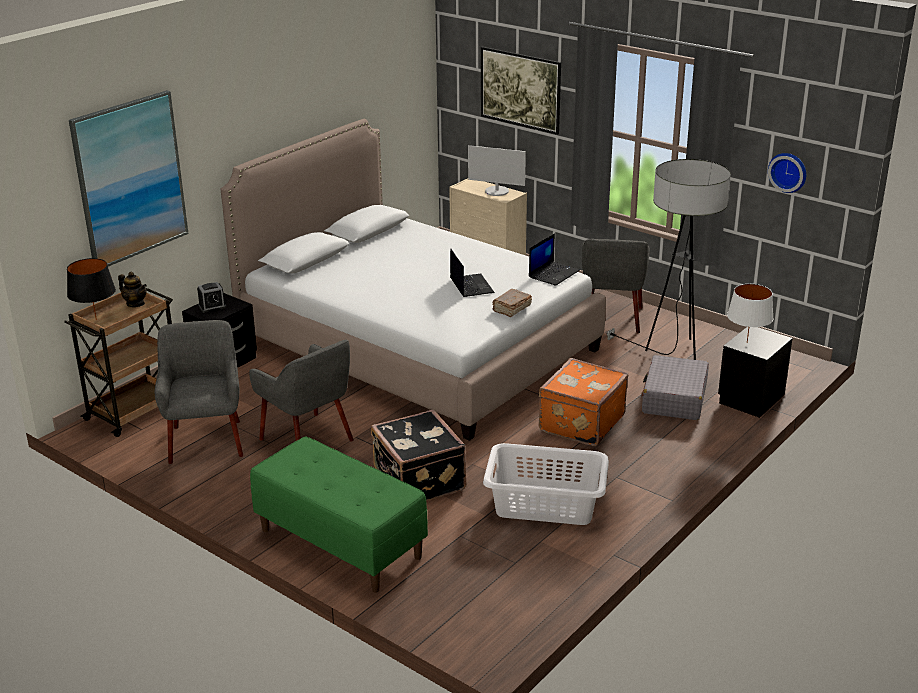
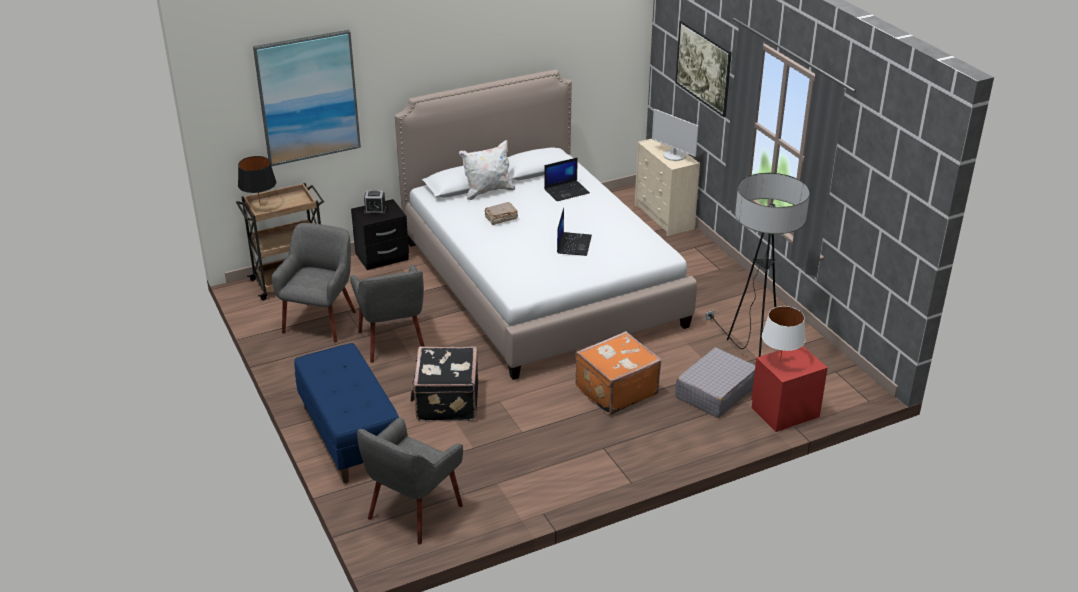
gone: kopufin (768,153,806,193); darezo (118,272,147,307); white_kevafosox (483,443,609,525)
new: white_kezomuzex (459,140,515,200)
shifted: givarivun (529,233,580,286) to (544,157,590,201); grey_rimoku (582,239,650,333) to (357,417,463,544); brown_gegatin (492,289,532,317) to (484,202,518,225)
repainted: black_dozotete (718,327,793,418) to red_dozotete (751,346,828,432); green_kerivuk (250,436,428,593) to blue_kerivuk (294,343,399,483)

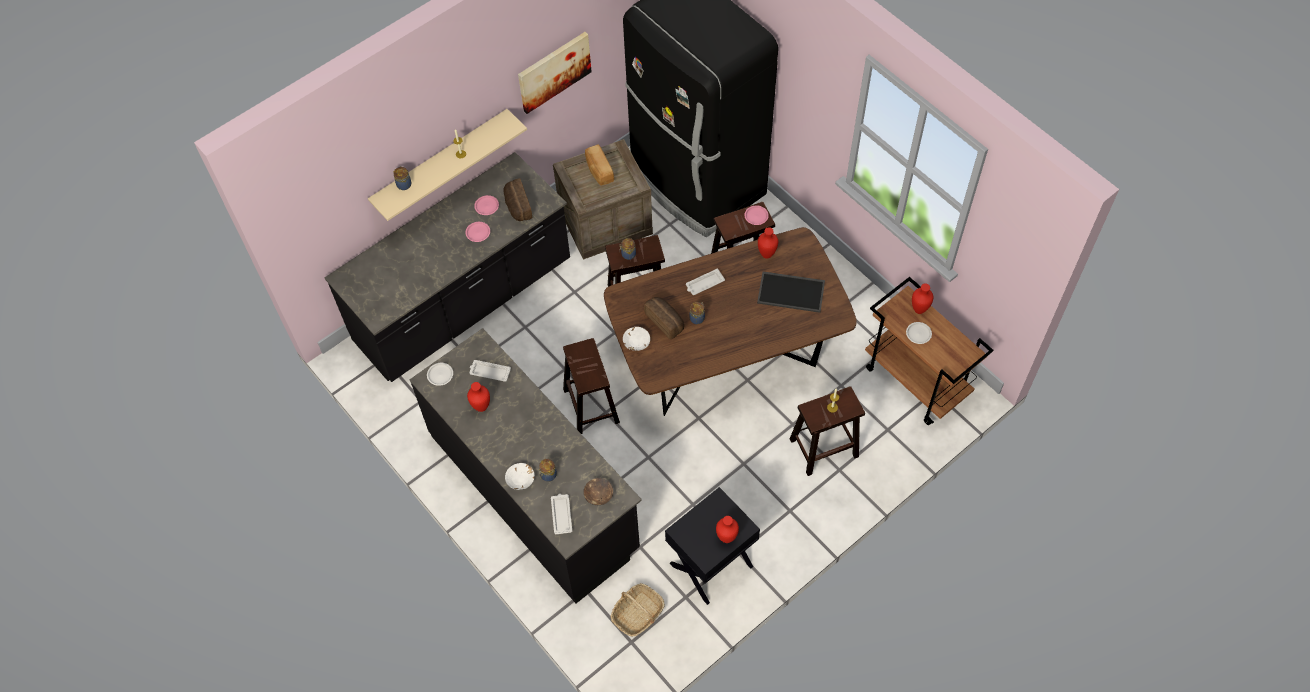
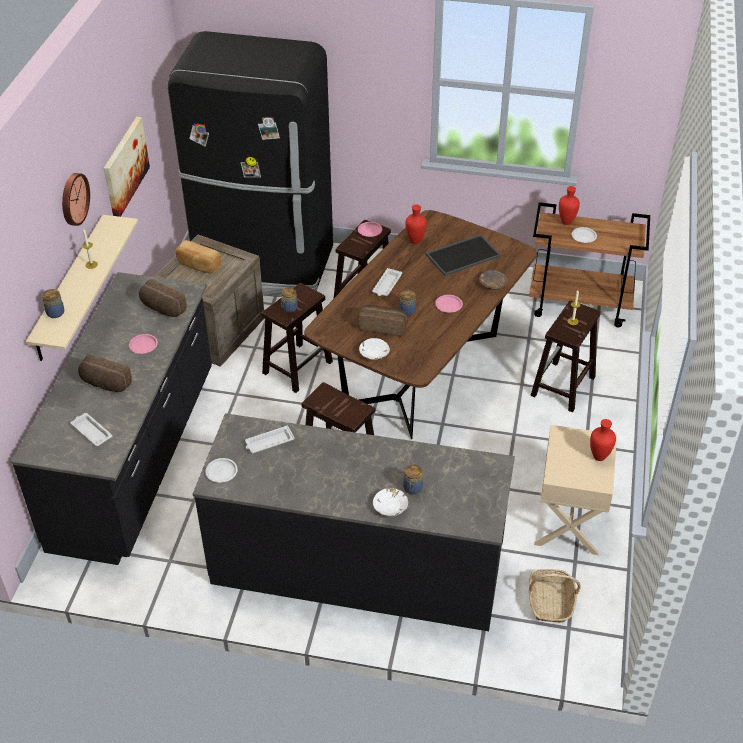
gone: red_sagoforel (467,382,490,412)
new: kopufin (62,173,90,226); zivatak (78,354,132,392)
shifted: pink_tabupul (474,195,499,215) to (435,295,463,313); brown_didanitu (583,478,613,505) to (479,270,508,290); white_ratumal (551,494,572,534) to (71,413,112,446)
repainted: black_dozotete (665,487,760,605) to beige_dozotete (534,425,617,555)

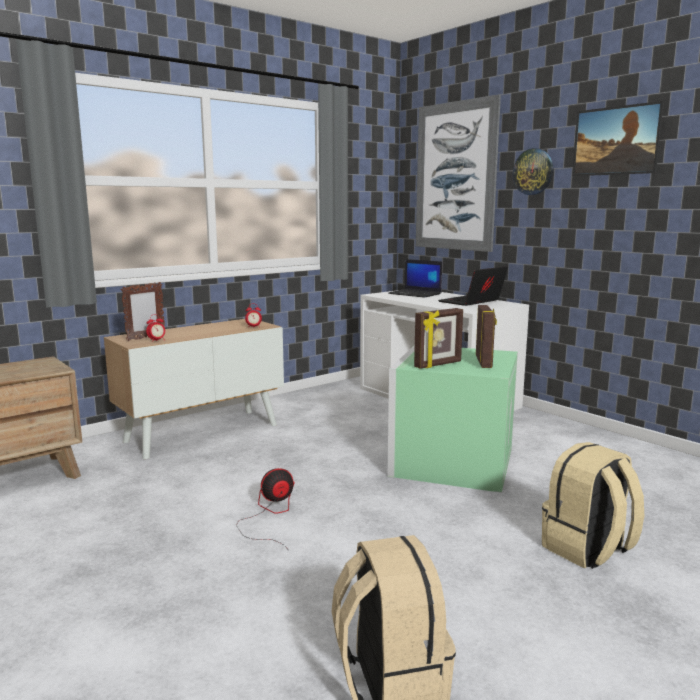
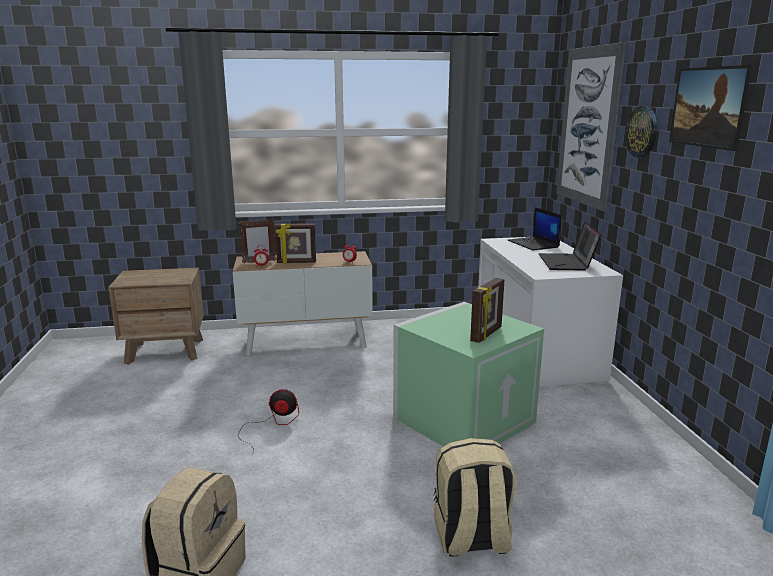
shifted: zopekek (414,308,463,369) to (275,223,316,264)
rotated: givarivun (438,266,508,306) = (539,222,601,270) 75 degrees counterclockwise

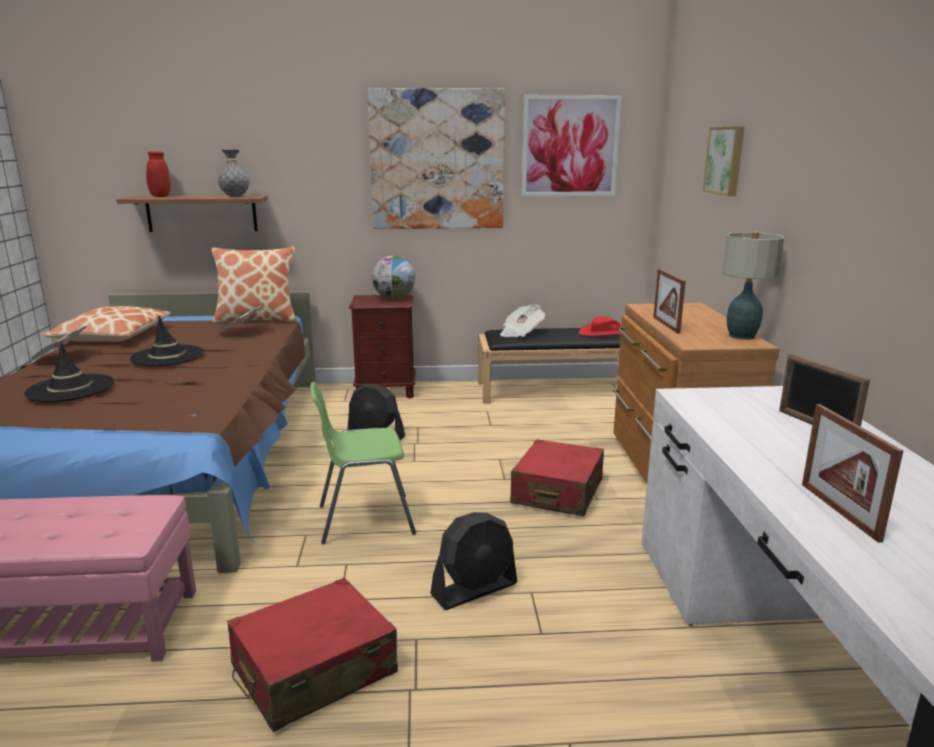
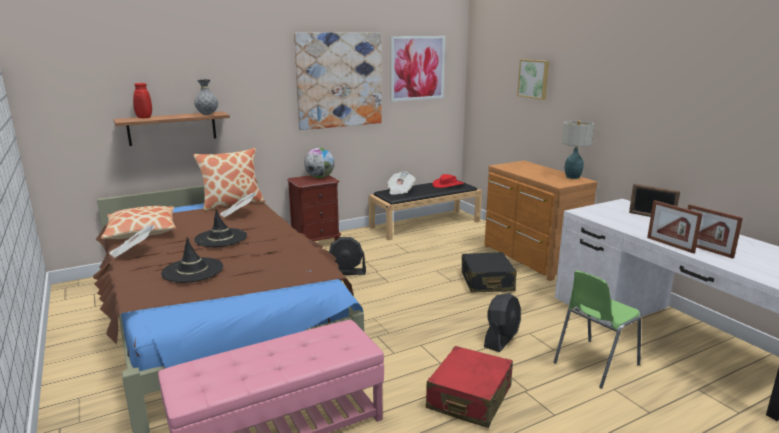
shifted: zopekek (653,269,686,334) to (647,200,703,254); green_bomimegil (311,382,416,544) to (554,271,641,389)
repainted: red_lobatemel (510,439,604,516) to black_lobatemel (461,252,517,293)

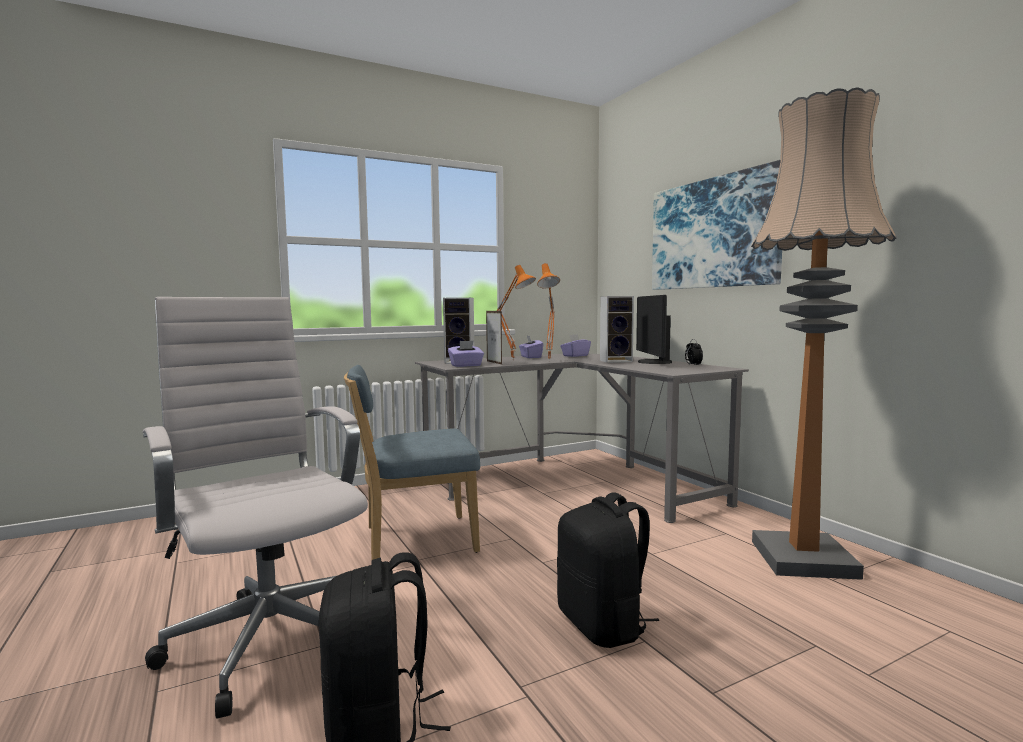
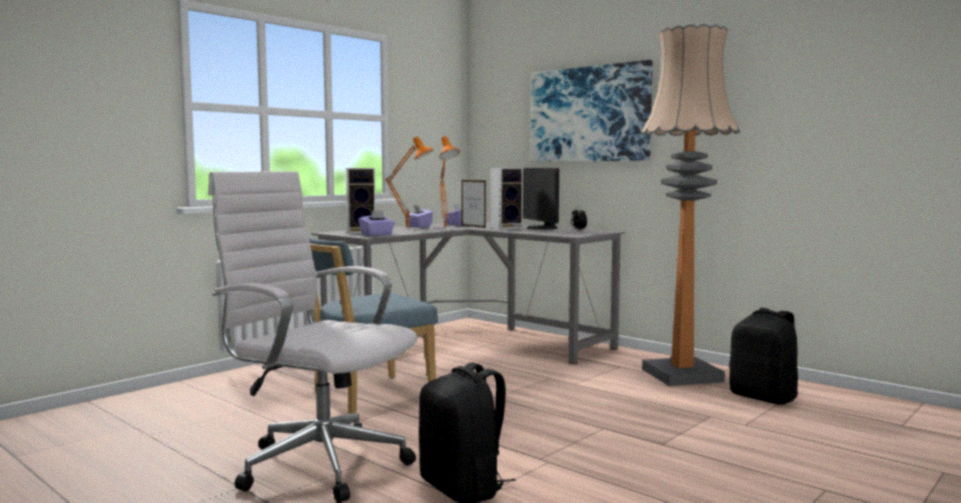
shifted: zopekek (486,311,502,365) to (461,180,486,228); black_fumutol (557,492,659,648) to (729,308,798,405)

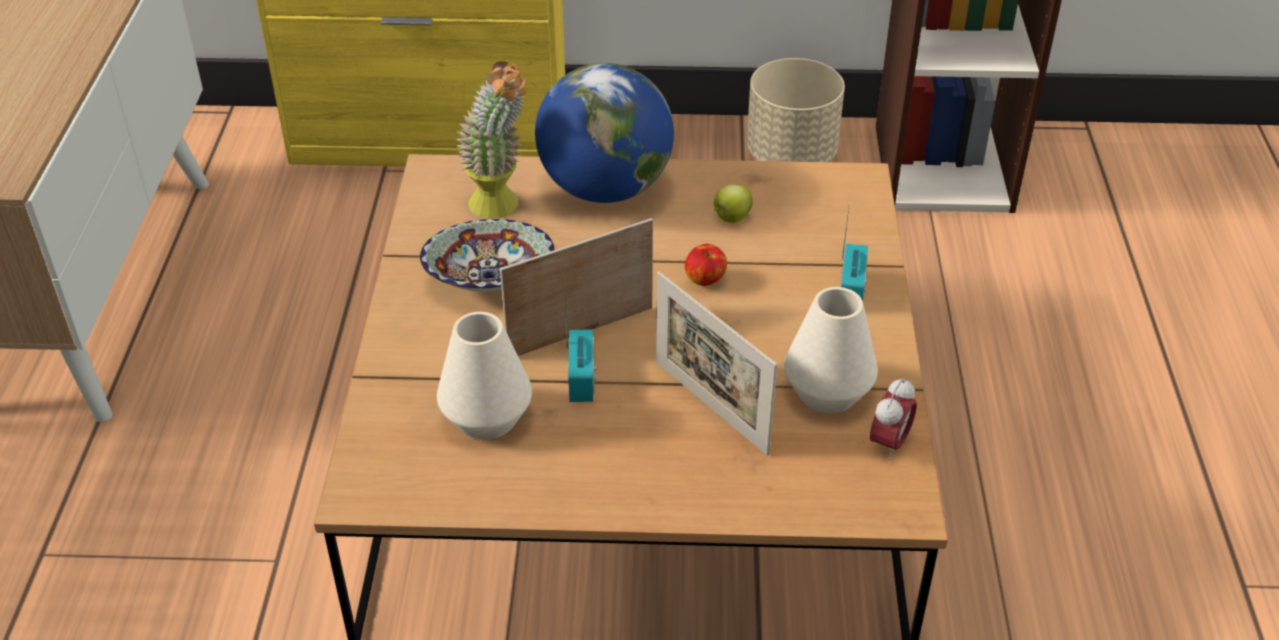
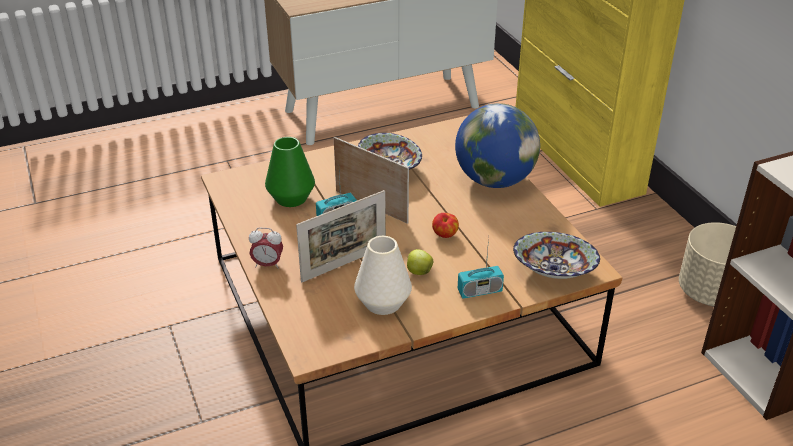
gone: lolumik (456,61,526,219)
new: didanitu (513,232,600,279)
shifted: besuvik (714,185,753,223) to (407,249,434,275); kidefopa (870,377,917,460) to (249,227,283,269)
repainted: white_sagoforel (437,312,532,440) to green_sagoforel (265,137,315,207)
rotated: zopekek (656,271,778,456) = (296,190,386,282) 150 degrees counterclockwise

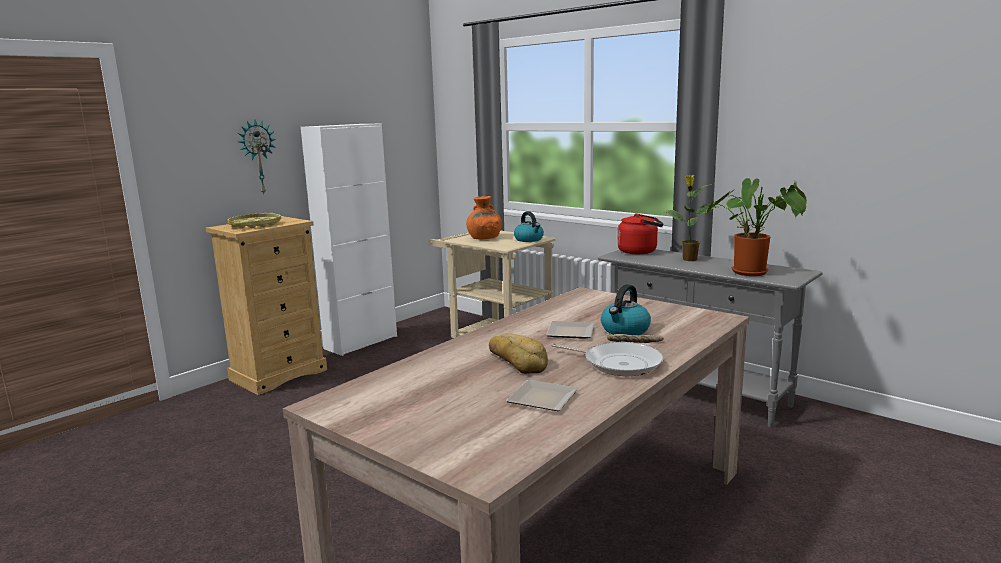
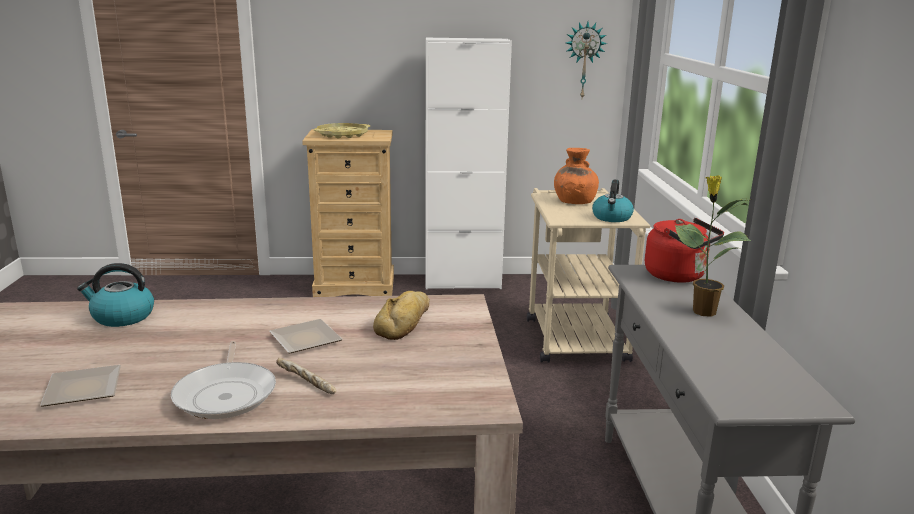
gone: lolumik (707,178,807,276)
shifted: kopufin (238,120,276,194) to (566,22,607,98); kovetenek (601,284,651,335) to (77,263,154,327); zivatak (489,333,548,374) to (373,291,430,340)

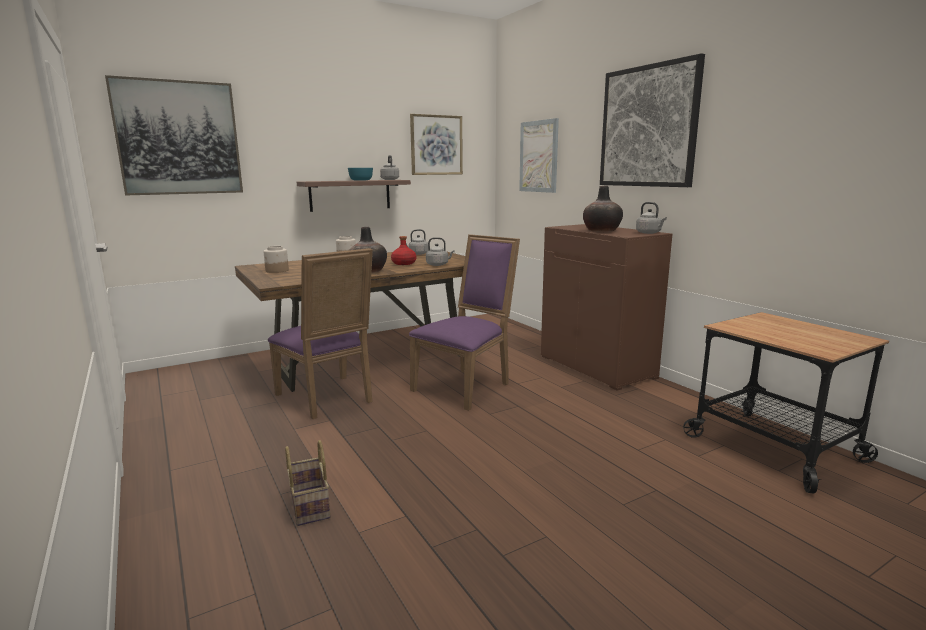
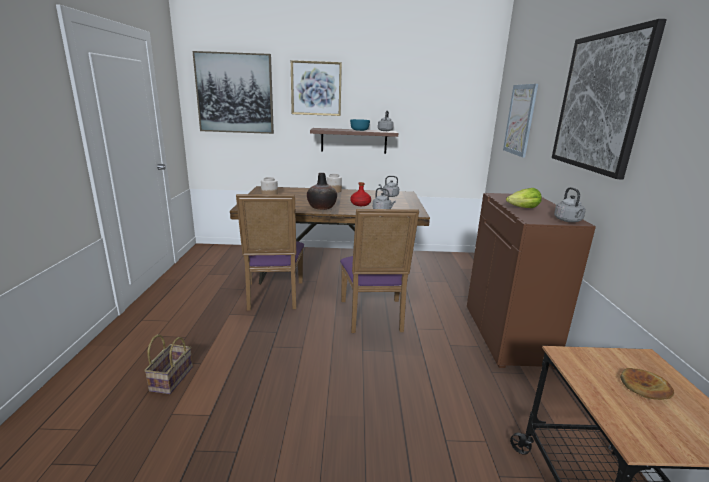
new: zivatak (620,368,674,400)
shifted: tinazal (410,114,463,175) to (291,60,342,116)
swapped: sagoforel (583,186,623,232) to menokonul (506,188,542,208)
rotated: purple_bomimegil (409,234,520,411) = (340,209,419,333) 105 degrees clockwise

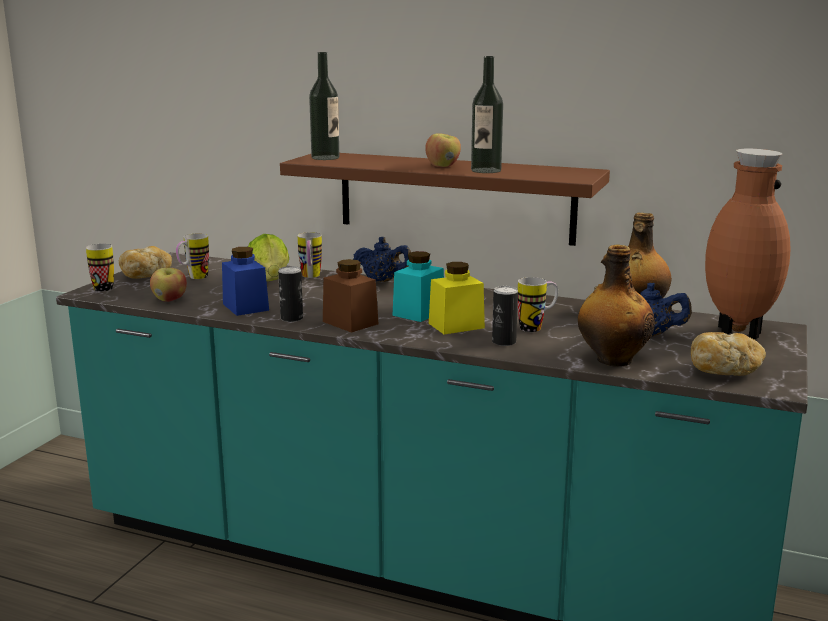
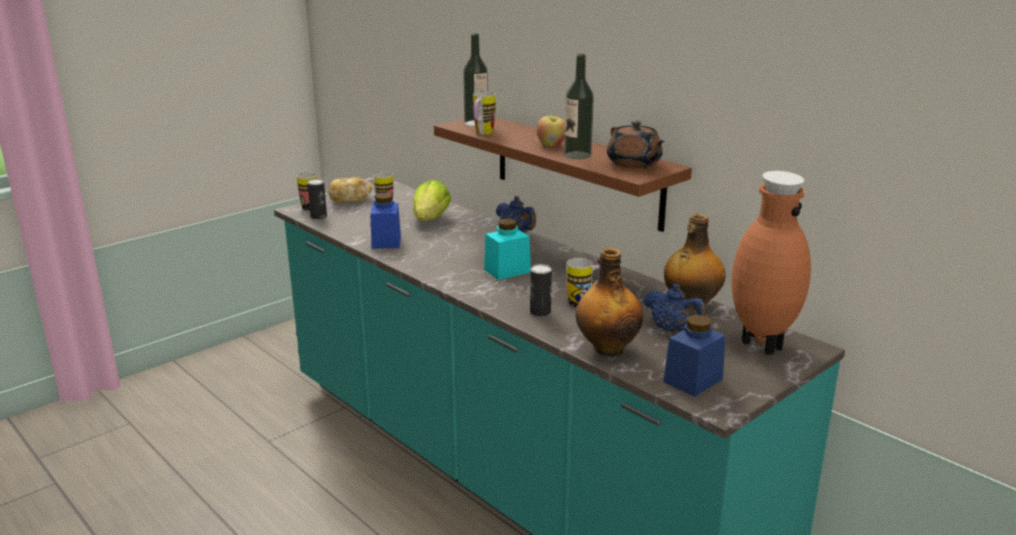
gone: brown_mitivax (323,259,378,333); yellow_mitivax (429,262,485,334); besuvik (150,268,187,302)
new: brown_darezo (607,121,665,168)
shifted: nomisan (298,232,322,278) to (473,92,496,135); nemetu (278,266,303,322) to (307,179,327,220)
swapped: zivatak (691,332,766,376) to blue_mitivax (663,315,725,397)

